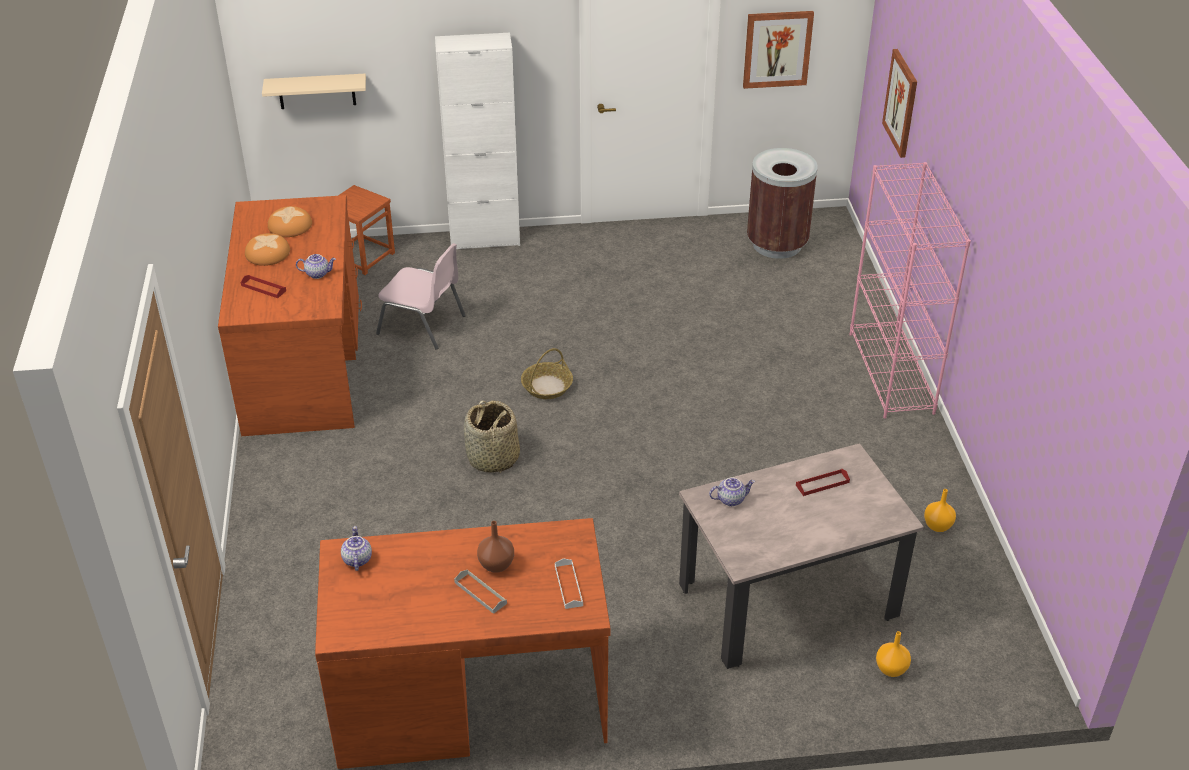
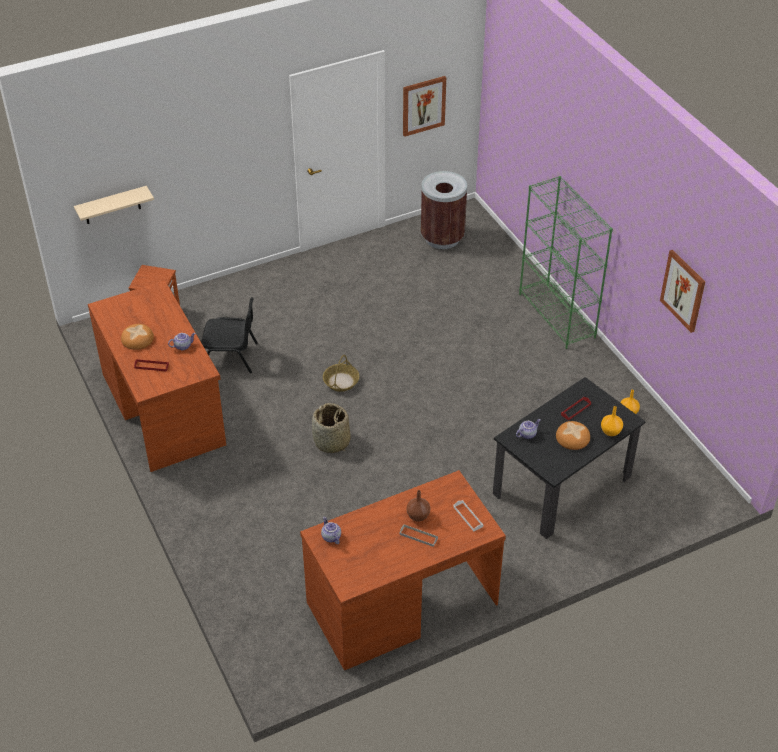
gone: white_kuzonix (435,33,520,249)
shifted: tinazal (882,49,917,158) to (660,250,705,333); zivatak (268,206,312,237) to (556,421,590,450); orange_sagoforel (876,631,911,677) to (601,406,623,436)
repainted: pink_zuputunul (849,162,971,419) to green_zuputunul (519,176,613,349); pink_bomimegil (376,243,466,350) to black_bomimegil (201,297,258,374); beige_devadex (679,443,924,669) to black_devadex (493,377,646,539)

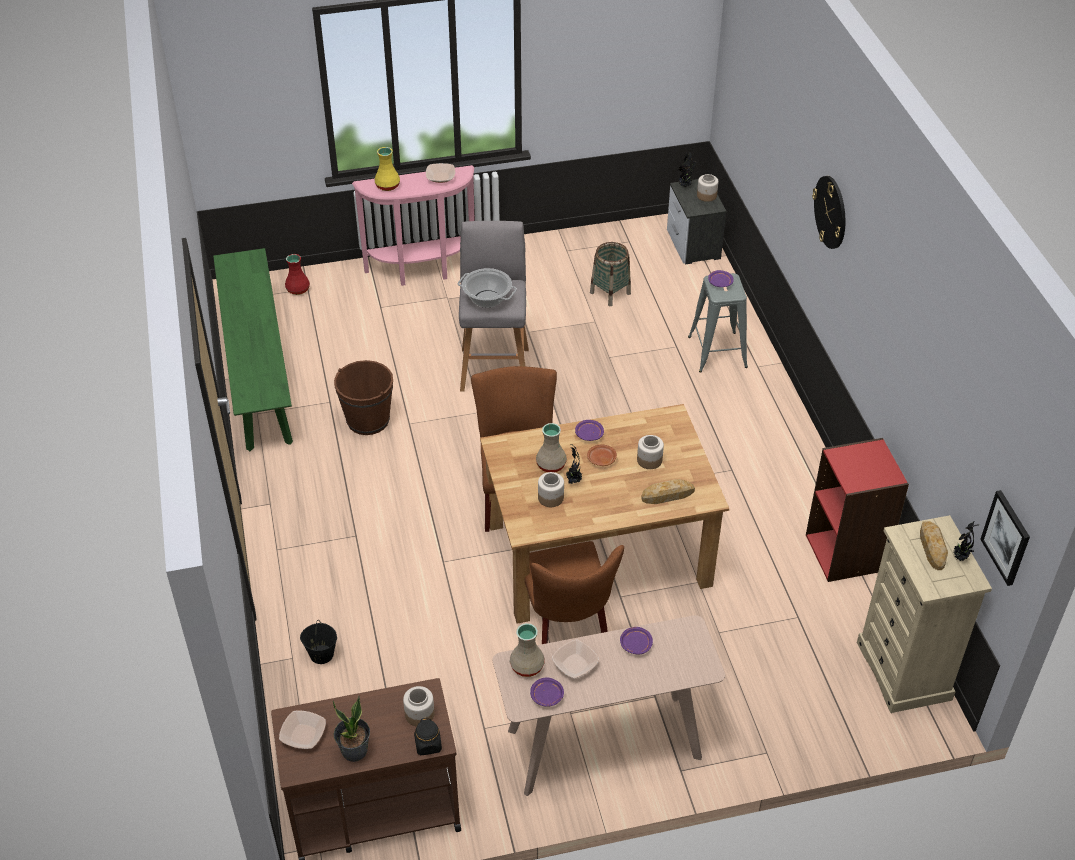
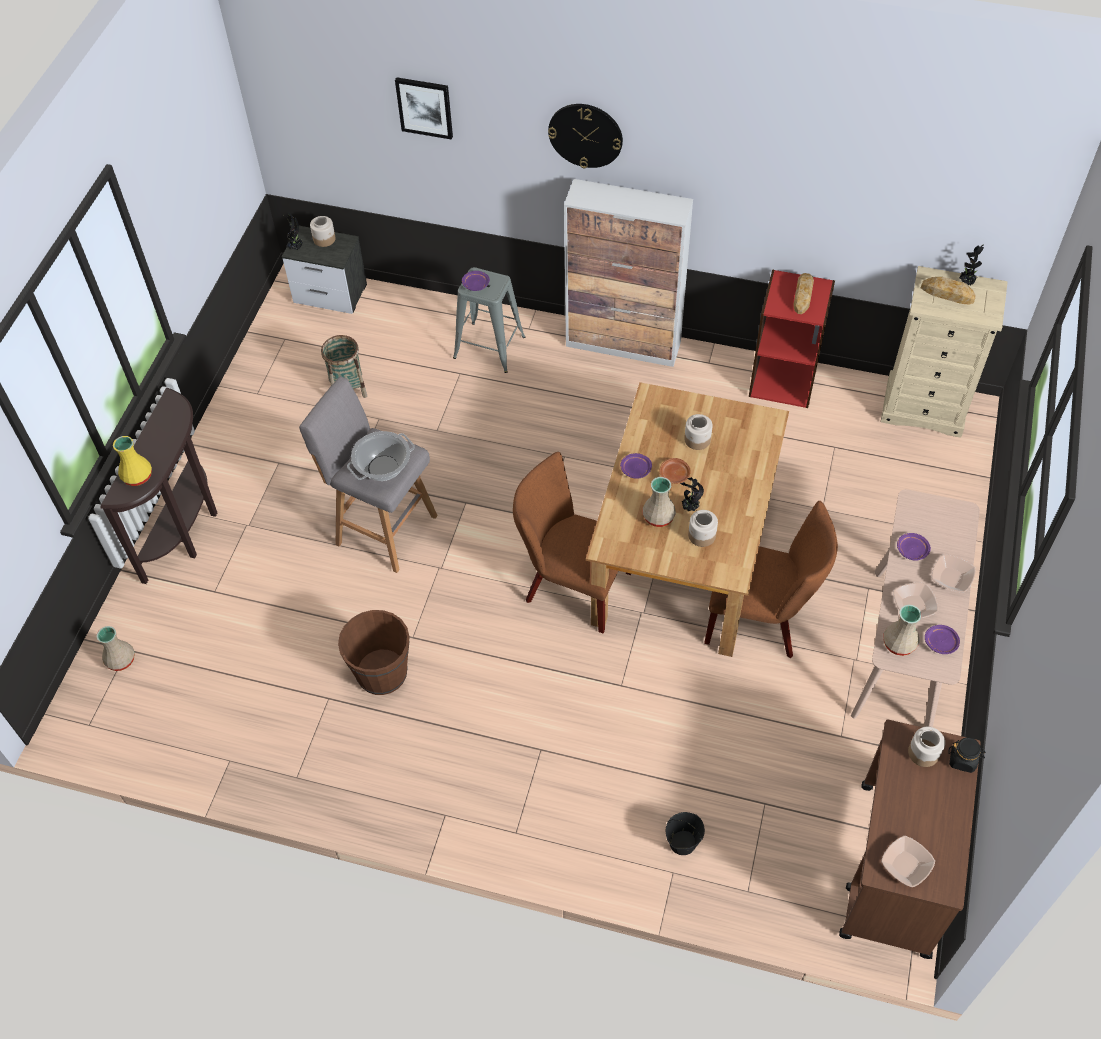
gone: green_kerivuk (213,248,293,451); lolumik (333,695,370,762)
new: kuzonix (564,179,693,367)
shifted: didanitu (426,163,455,183) to (932,554,976,592); zivatak (641,479,695,504) to (793,273,814,314); tinazal (980,490,1030,586) to (395,77,453,140)
repainted: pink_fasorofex (352,165,475,286) to brown_fasorofex (100,388,217,584); red_sagoforel (285,254,310,295) to beige_sagoforel (96,626,135,671)

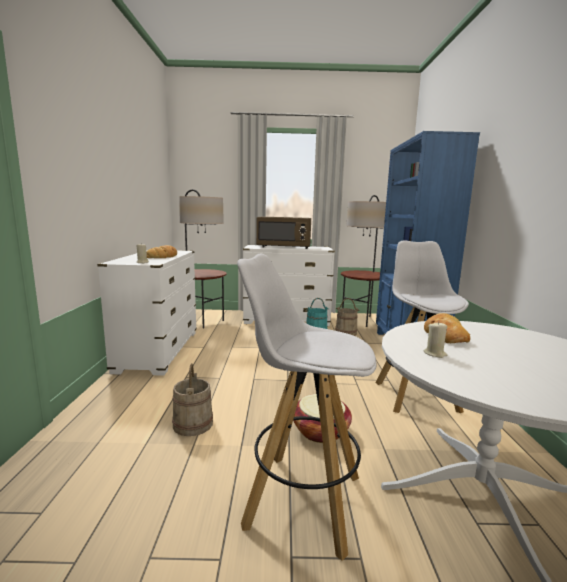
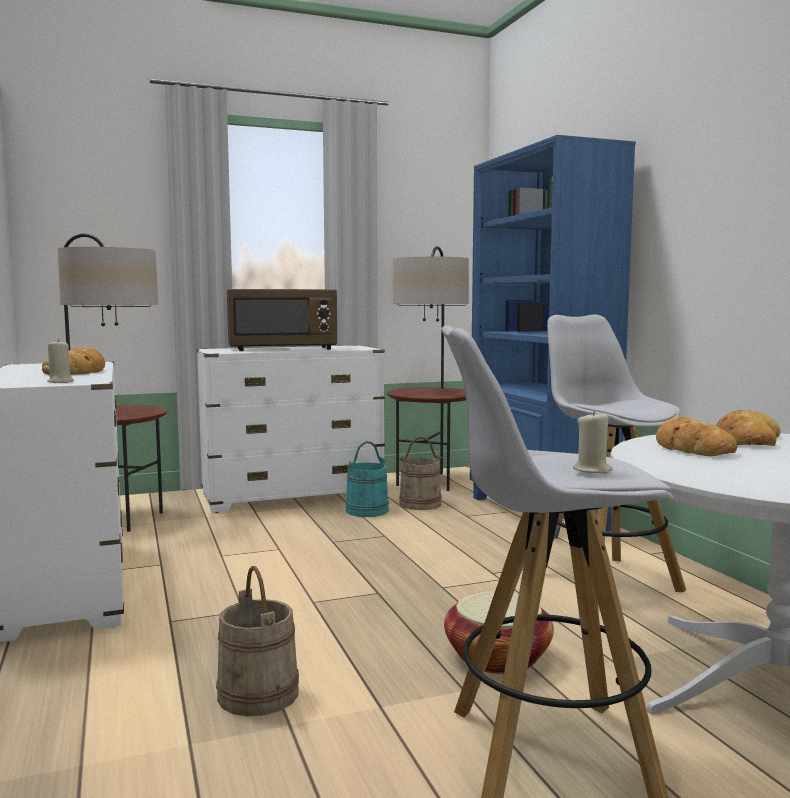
new: zivatak (716,410,780,446)
shifted: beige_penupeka (424,322,447,358) to (573,411,613,474)

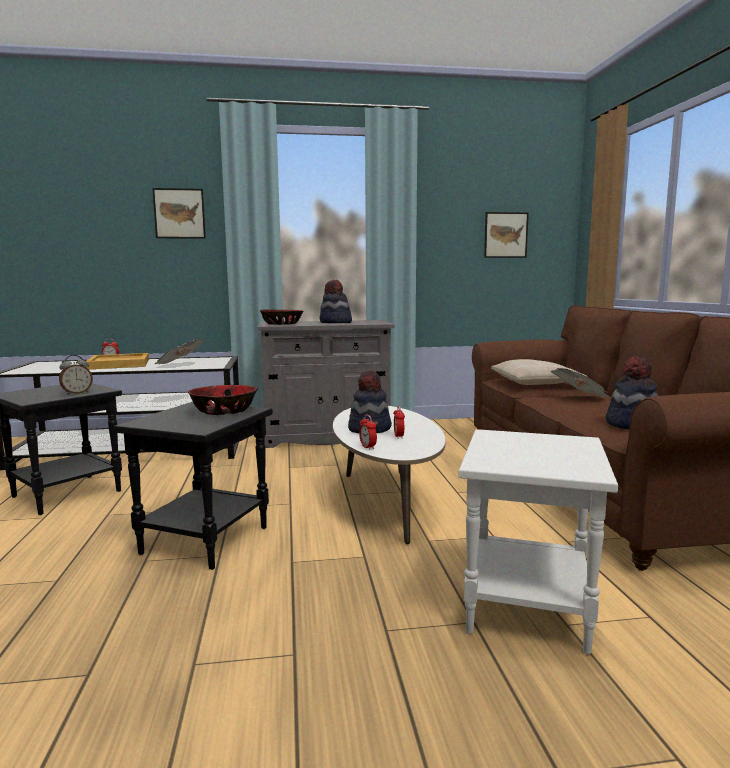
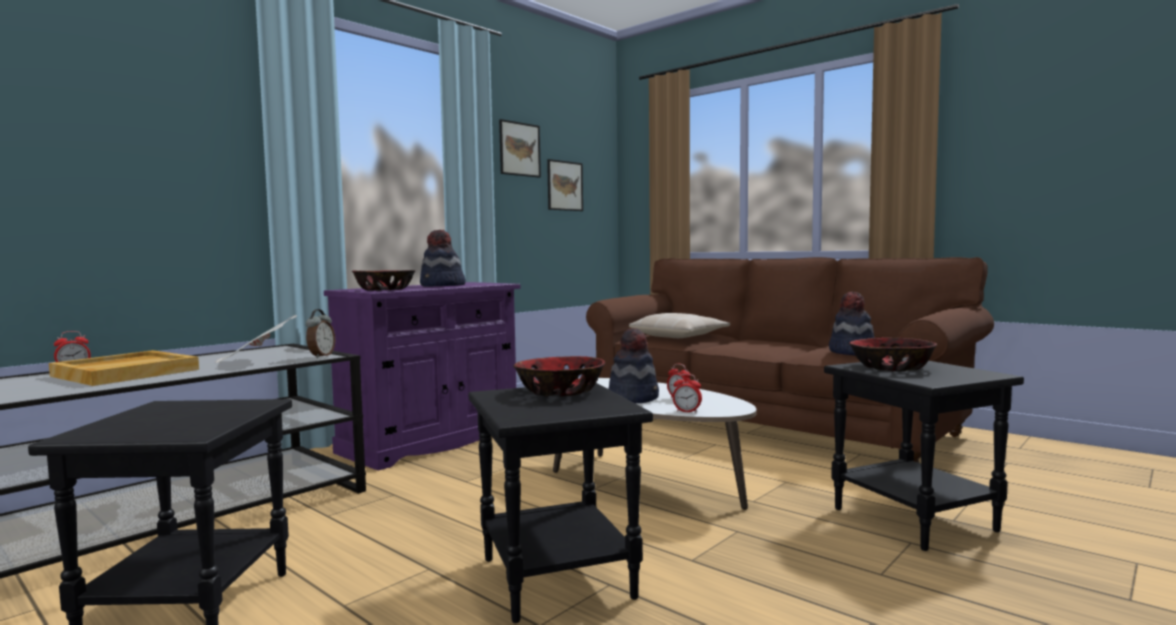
gone: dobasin (551,368,609,397)
new: didanitu (849,337,937,372)
shifted: tinazal (152,188,206,239) to (499,119,541,177); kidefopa (59,355,93,395) to (306,309,335,358)
repainted: grey_kuzonix (258,320,394,448) to purple_kuzonix (324,282,520,471); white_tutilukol (458,429,618,654) to black_tutilukol (824,357,1024,551)

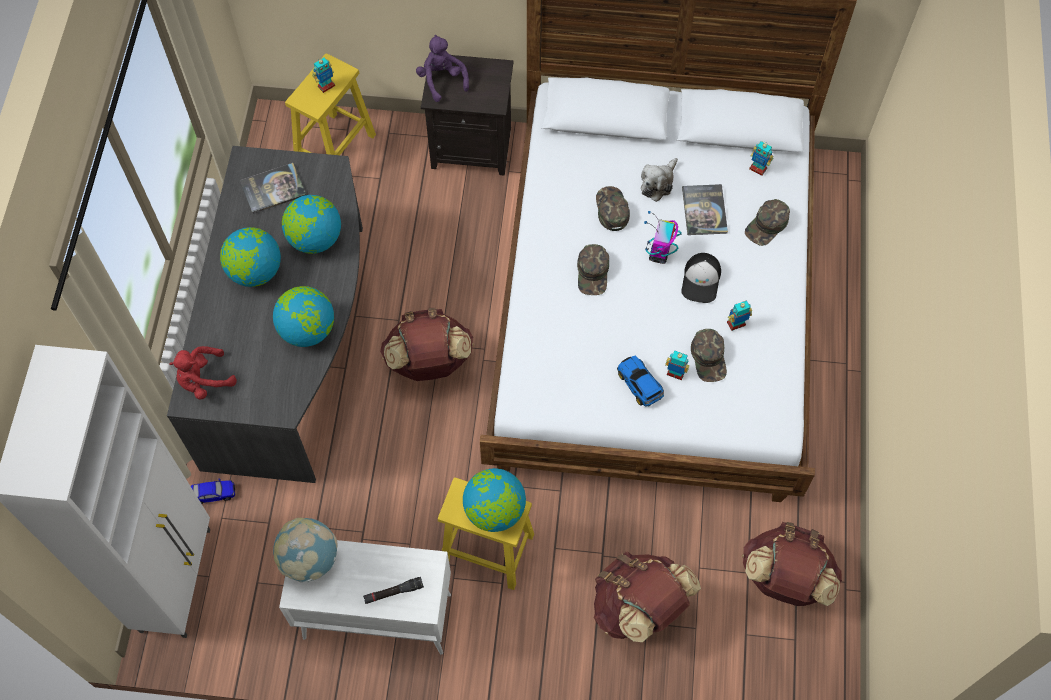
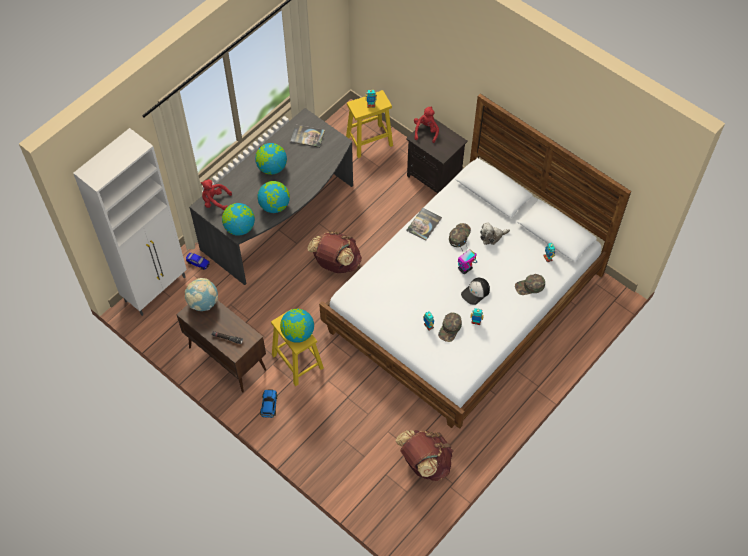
gone: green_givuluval (577,244,609,295); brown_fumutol (594,552,701,642)
shifted: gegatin (682,184,728,235) to (406,208,442,241); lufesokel (282,195,341,254) to (222,203,255,236); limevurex (617,356,664,407) to (260,389,277,418)
repainted: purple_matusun (416,35,469,102) to red_matusun (414,106,439,143); white_kuzonix (279,540,451,654) to brown_kuzonix (176,301,266,393)

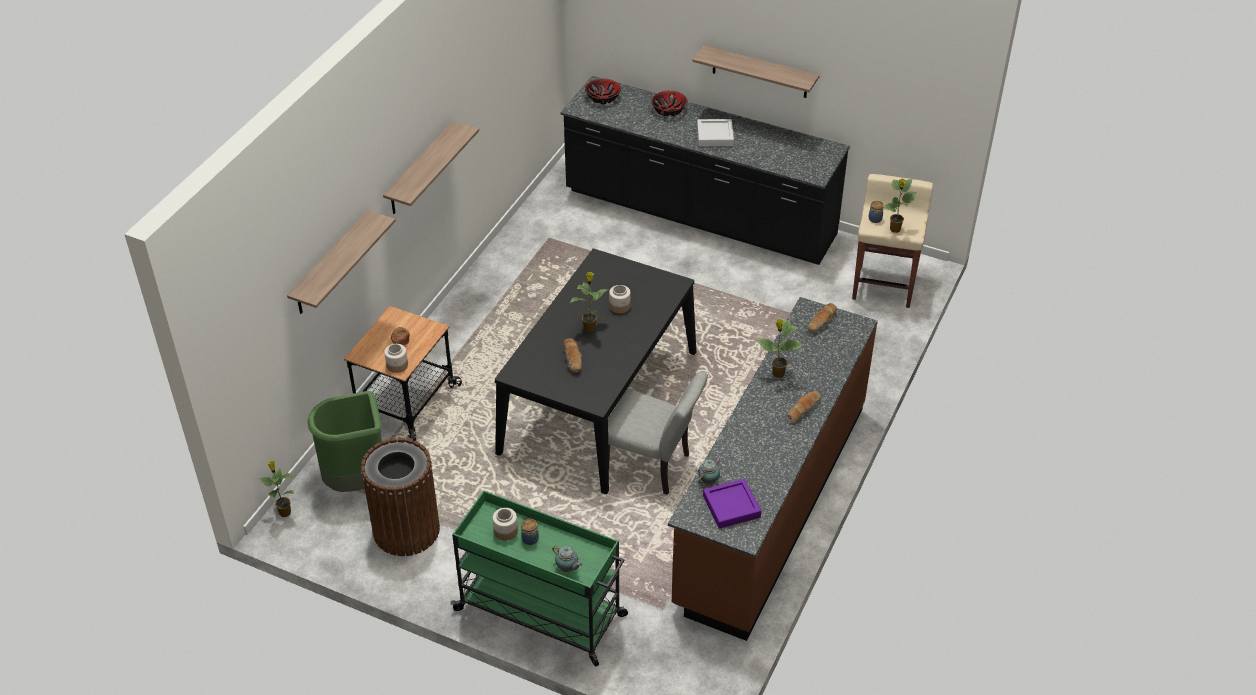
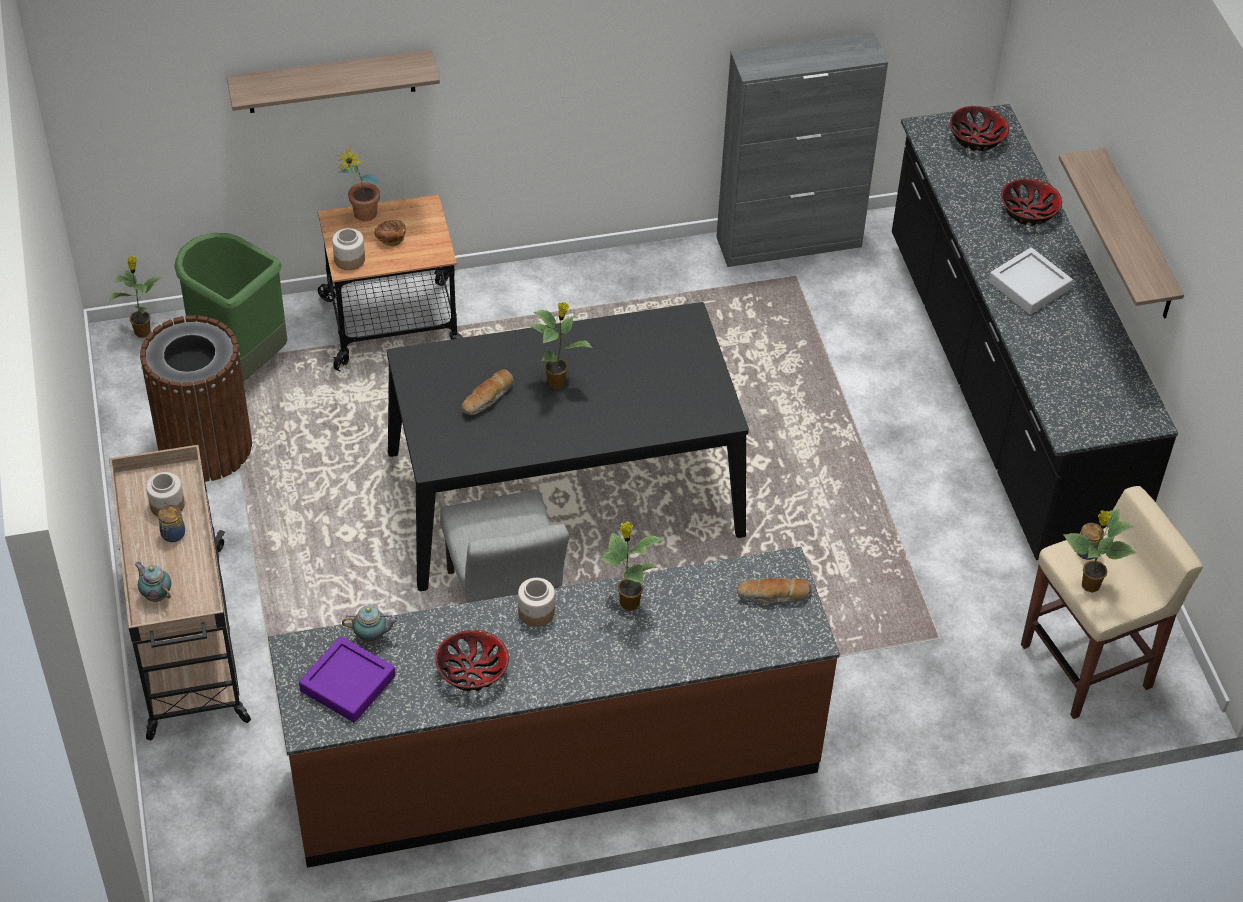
gone: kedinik (383,121,479,214); zivatak (787,391,821,425)
new: grey_kuzonix (716,33,888,267); lolumik (337,146,380,221); didanitu (436,630,509,691)
shifted: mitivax (609,285,631,313) to (518,578,555,627)
repainted: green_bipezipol (450,490,628,667) to beige_bipezipol (109,445,251,740)
rotated: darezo (552,545,583,572) = (134,562,171,602) 135 degrees clockwise

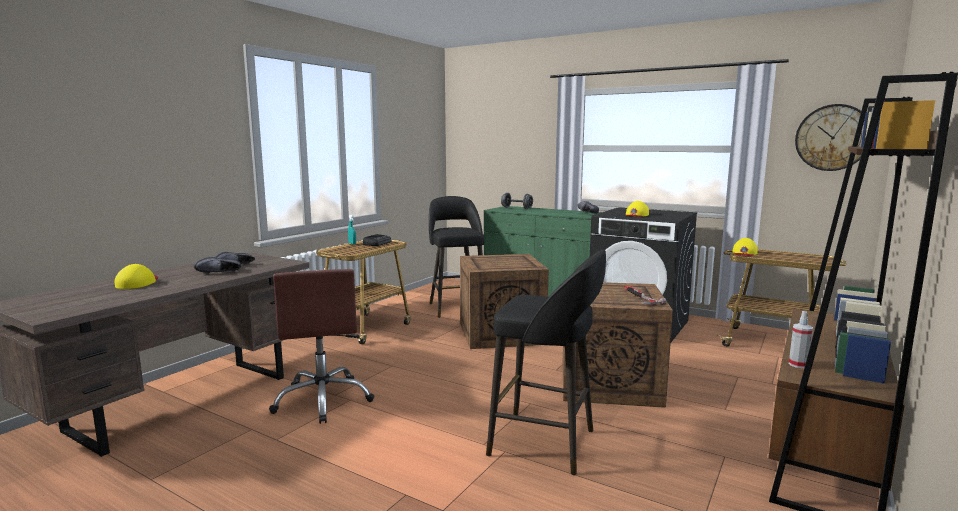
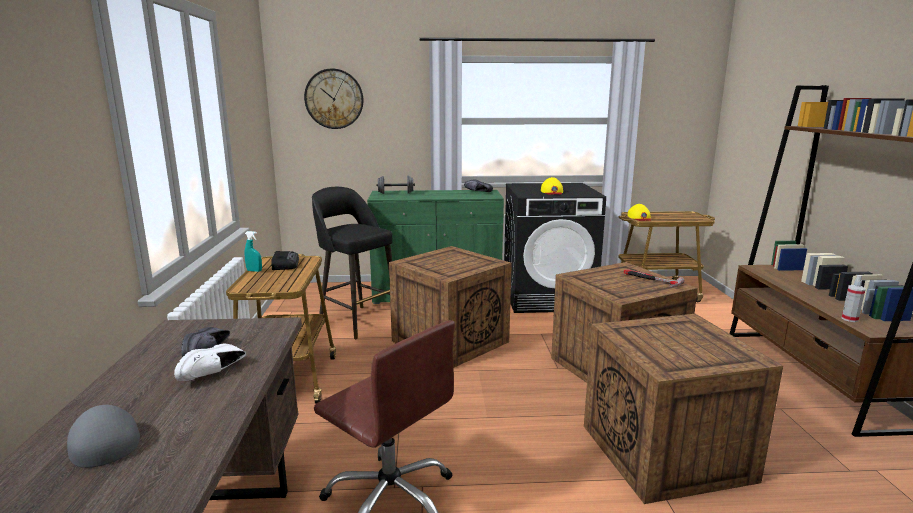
shifted: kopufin (795,104,865,171) to (304,68,364,129)
swapped: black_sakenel (486,250,606,475) to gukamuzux (584,314,783,504)
repainted: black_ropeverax (194,257,241,273) to white_ropeverax (174,343,246,381); yellow_givuluval (115,264,158,289) to grey_givuluval (67,405,140,468)

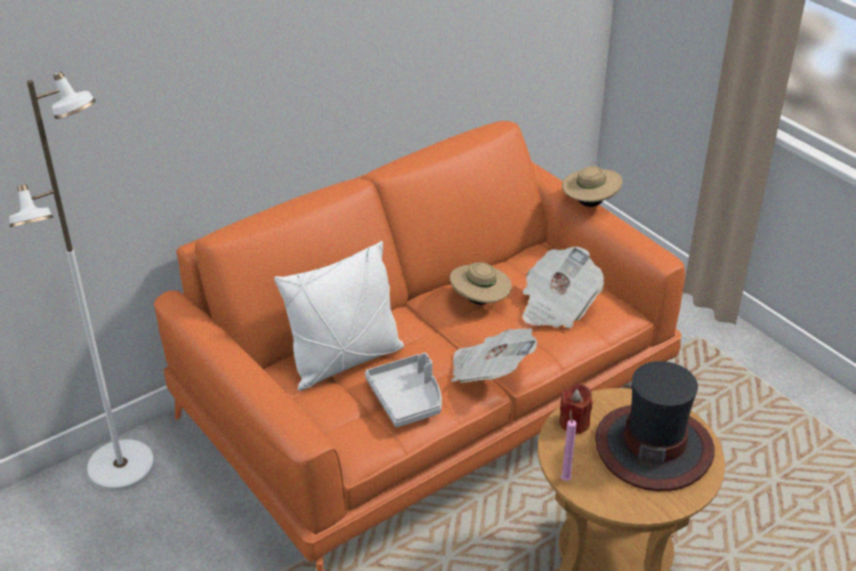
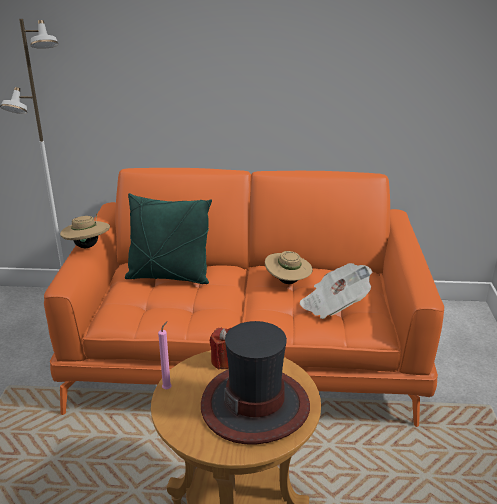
gone: dobasin (452,328,537,383); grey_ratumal (365,353,442,427)
shifted: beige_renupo (562,161,622,207) to (60,213,110,248)
repainted: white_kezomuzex (274,241,404,391) to green_kezomuzex (125,193,212,284)

